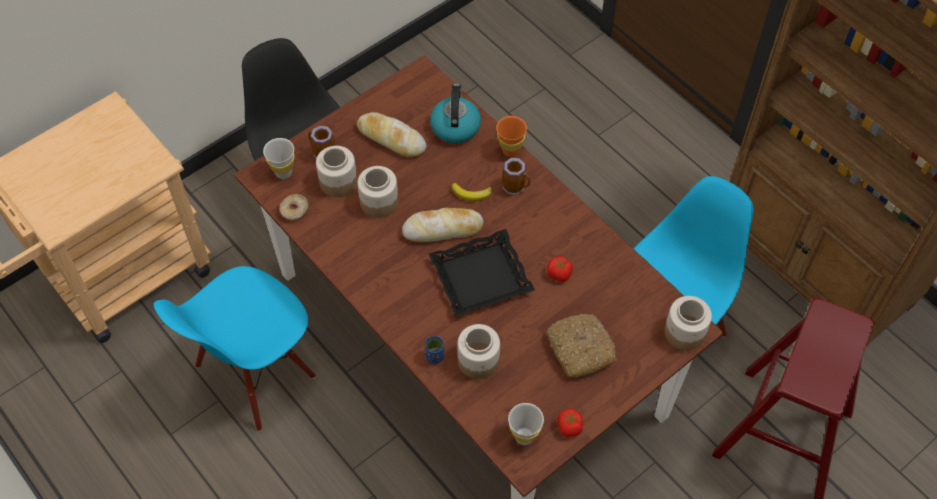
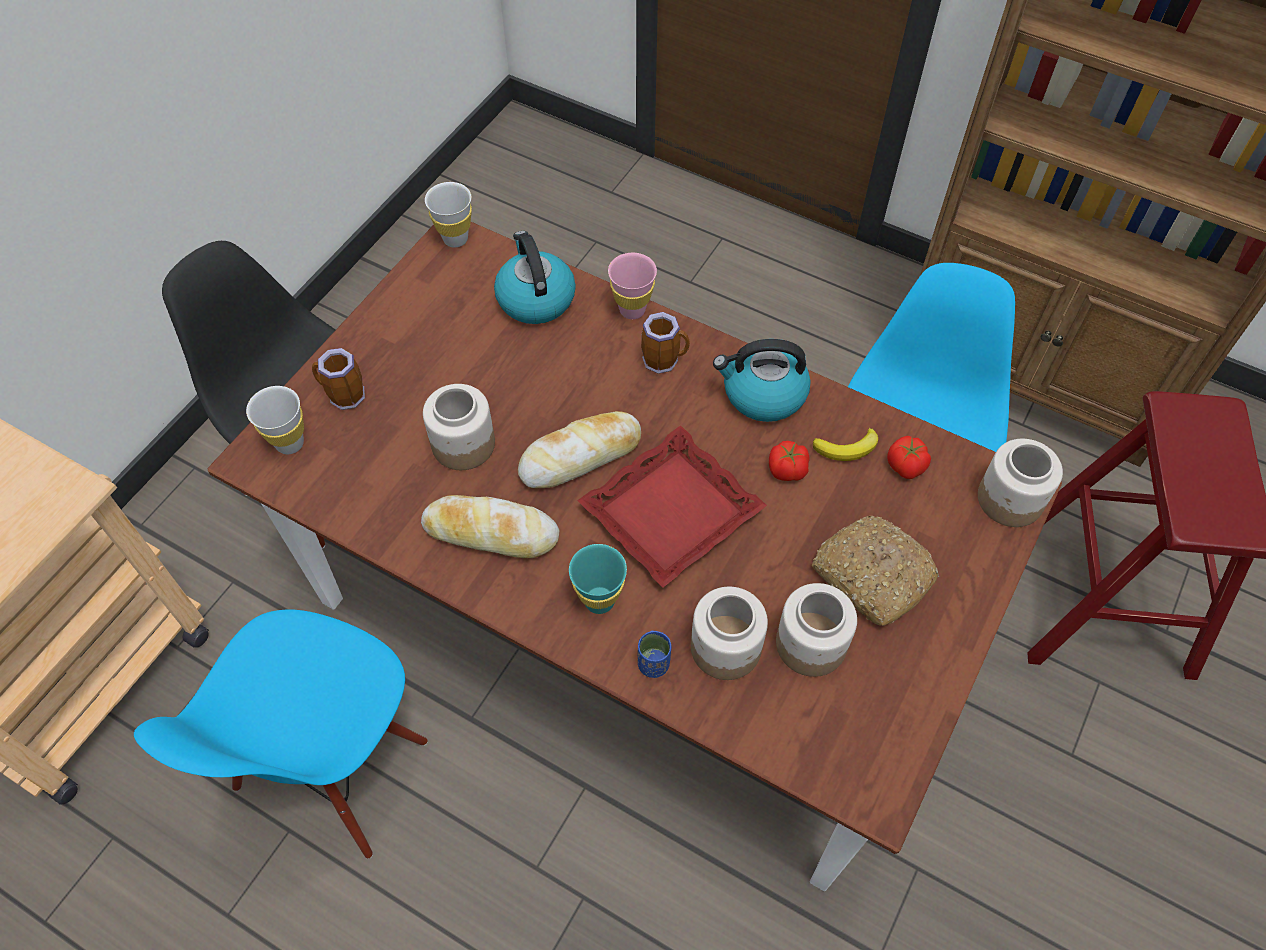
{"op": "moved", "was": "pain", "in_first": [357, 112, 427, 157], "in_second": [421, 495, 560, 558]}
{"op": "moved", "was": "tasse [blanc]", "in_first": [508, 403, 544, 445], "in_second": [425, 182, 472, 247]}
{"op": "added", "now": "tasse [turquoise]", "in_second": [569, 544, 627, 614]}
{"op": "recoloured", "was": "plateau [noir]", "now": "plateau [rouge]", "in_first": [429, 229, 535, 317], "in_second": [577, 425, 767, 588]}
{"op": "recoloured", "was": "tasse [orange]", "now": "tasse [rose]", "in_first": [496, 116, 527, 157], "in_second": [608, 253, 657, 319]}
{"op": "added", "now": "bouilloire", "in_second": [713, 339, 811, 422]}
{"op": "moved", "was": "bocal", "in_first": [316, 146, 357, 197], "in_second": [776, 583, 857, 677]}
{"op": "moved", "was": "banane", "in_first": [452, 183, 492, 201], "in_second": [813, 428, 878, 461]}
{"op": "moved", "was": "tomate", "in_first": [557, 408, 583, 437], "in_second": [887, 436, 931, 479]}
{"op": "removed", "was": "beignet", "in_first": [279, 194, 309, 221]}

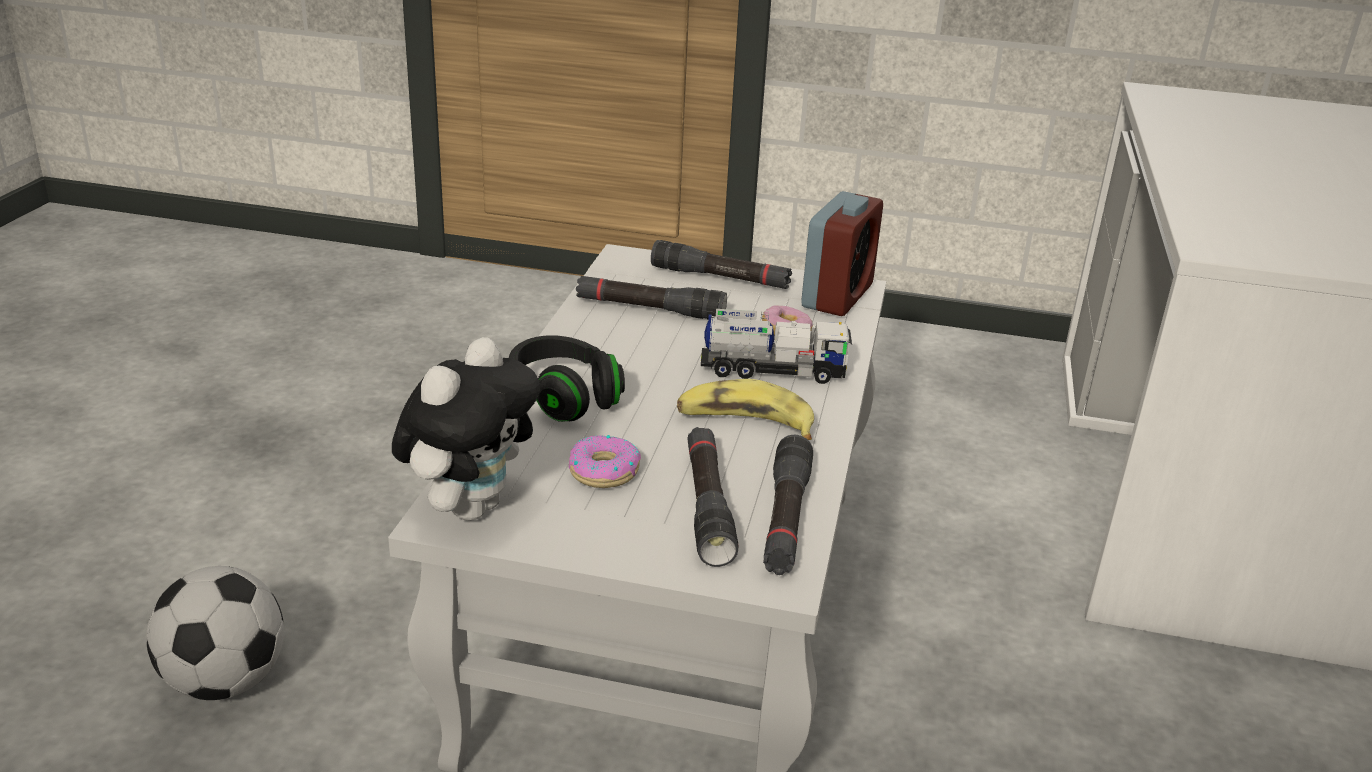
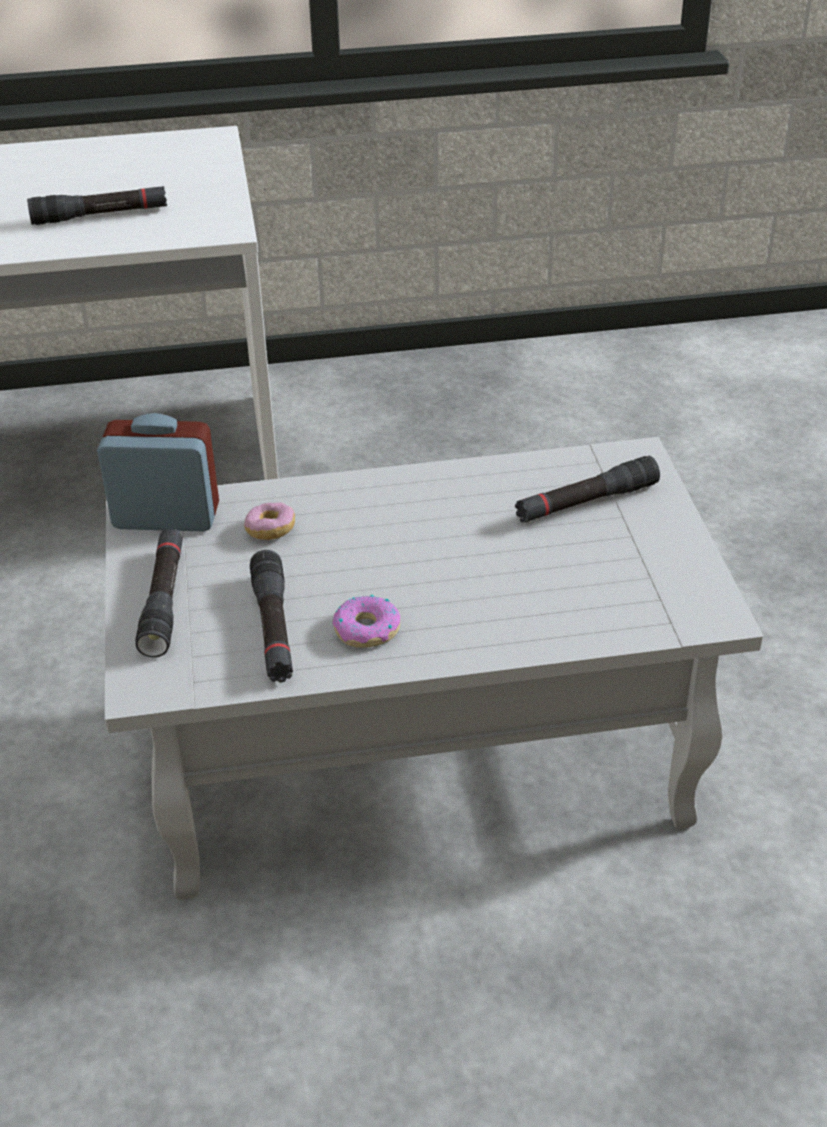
{"op": "moved", "was": "lampe de poche [noir]", "in_first": [763, 435, 813, 575], "in_second": [27, 186, 167, 225]}
{"op": "moved", "was": "beignet", "in_first": [569, 435, 641, 488], "in_second": [333, 595, 400, 648]}
{"op": "removed", "was": "ballon de foot", "in_first": [146, 566, 284, 700]}
{"op": "removed", "was": "peluche", "in_first": [392, 337, 540, 521]}
{"op": "removed", "was": "casque audio [noir]", "in_first": [509, 335, 625, 422]}
{"op": "removed", "was": "banane", "in_first": [677, 379, 814, 440]}
{"op": "removed", "was": "camion jouet", "in_first": [701, 309, 852, 384]}

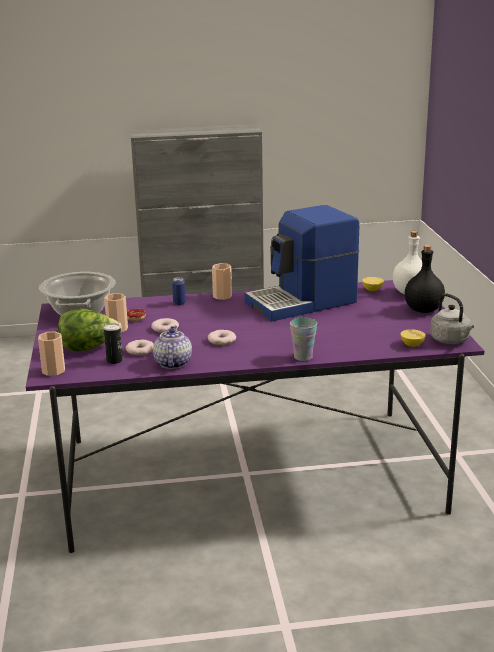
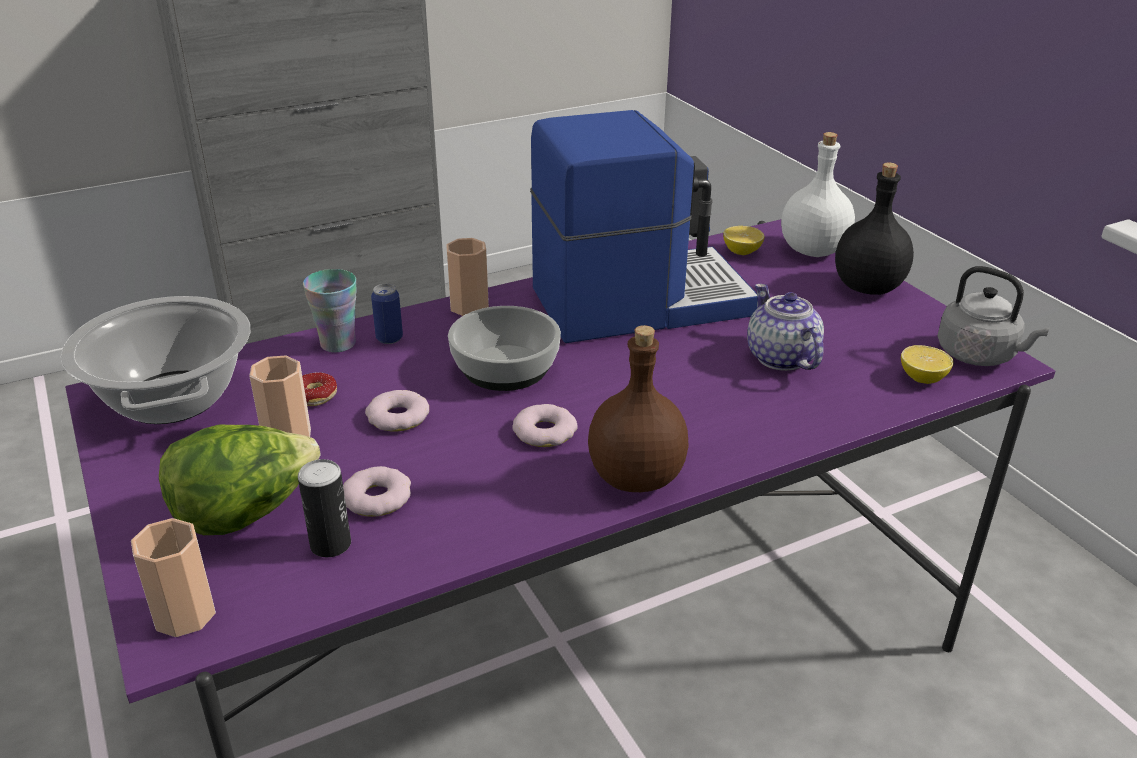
{"op": "moved", "was": "tasse", "in_first": [290, 317, 317, 361], "in_second": [303, 269, 357, 353]}
{"op": "added", "now": "bol", "in_second": [448, 306, 561, 391]}
{"op": "turned", "was": "machine à café", "in_first": [244, 205, 359, 321], "in_second": [530, 110, 758, 343], "clockwise": -150}
{"op": "added", "now": "bouteille [marron]", "in_second": [588, 325, 689, 492]}
{"op": "moved", "was": "théière", "in_first": [153, 325, 192, 369], "in_second": [747, 284, 824, 371]}

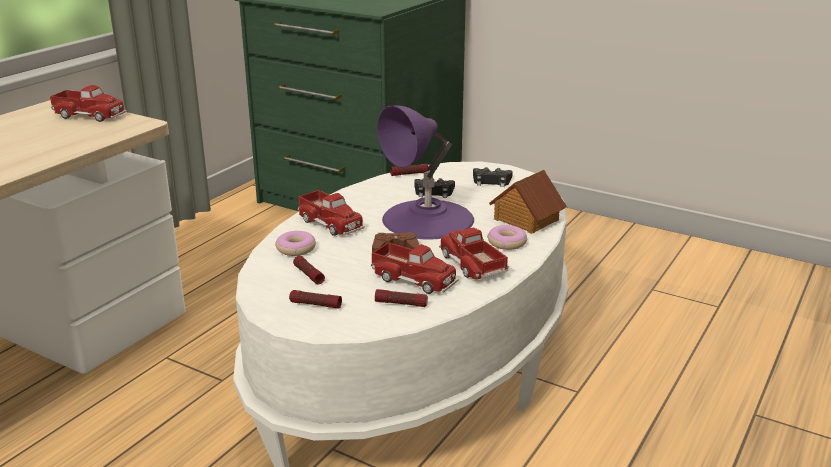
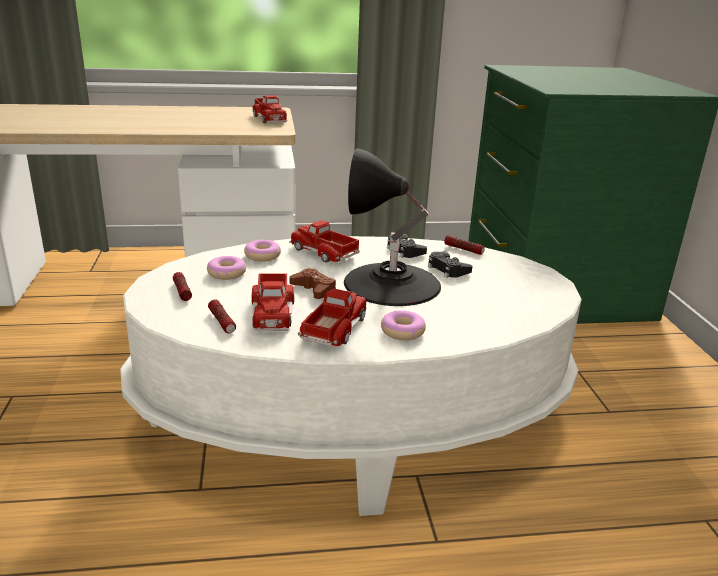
{"op": "replaced", "was": "lampe de poche", "now": "beignet", "in_first": [293, 256, 325, 284], "in_second": [207, 256, 246, 280]}
{"op": "turned", "was": "camion jouet", "in_first": [298, 190, 365, 236], "in_second": [289, 220, 360, 262], "clockwise": 120}
{"op": "recoloured", "was": "lampe de table [violet]", "now": "lampe de table [noir]", "in_first": [377, 105, 474, 240], "in_second": [344, 148, 441, 306]}
{"op": "moved", "was": "manette [noir]", "in_first": [473, 167, 513, 187], "in_second": [387, 234, 427, 258]}
{"op": "removed", "was": "maison miniature", "in_first": [489, 170, 567, 234]}

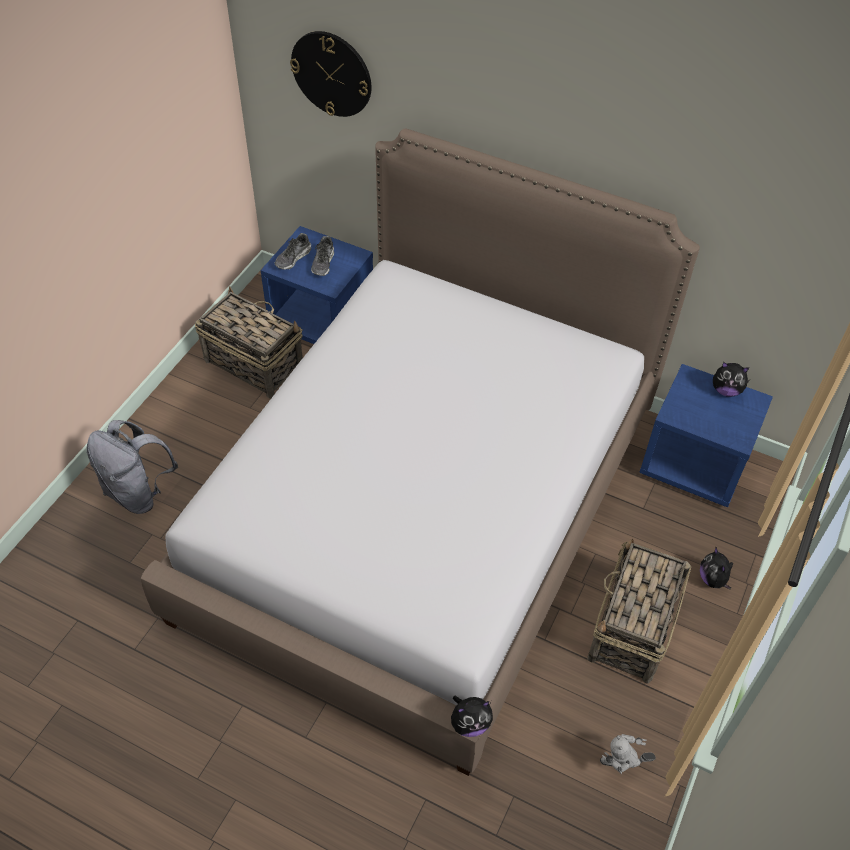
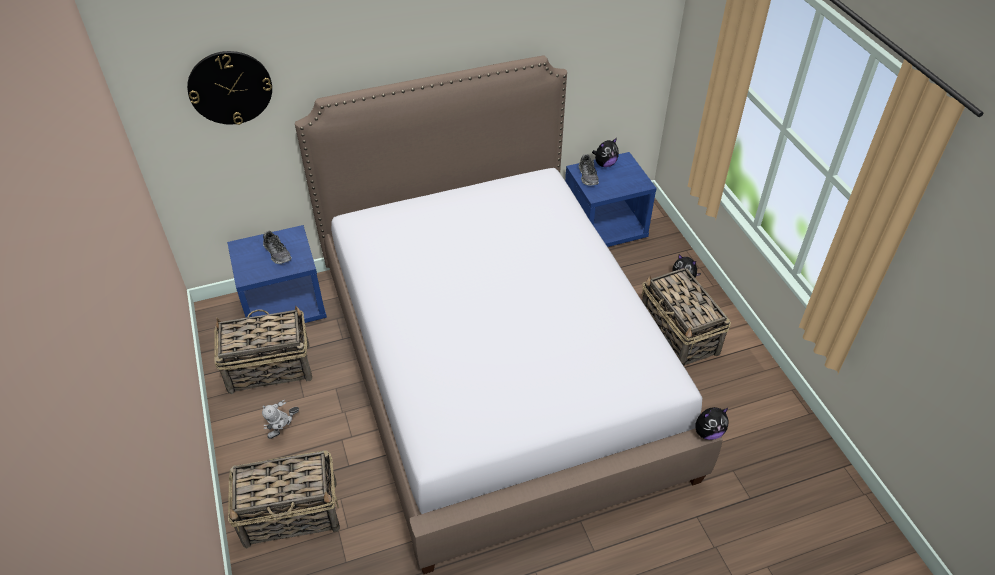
{"op": "replaced", "was": "sac à dos [gris]", "now": "panier", "in_first": [87, 420, 178, 514], "in_second": [228, 450, 340, 548]}
{"op": "moved", "was": "robot jouet", "in_first": [600, 734, 656, 774], "in_second": [262, 400, 299, 439]}
{"op": "moved", "was": "chaussure", "in_first": [275, 233, 311, 270], "in_second": [578, 154, 599, 186]}
{"op": "turned", "was": "peluche", "in_first": [451, 696, 493, 737], "in_second": [695, 407, 729, 440], "clockwise": 45}

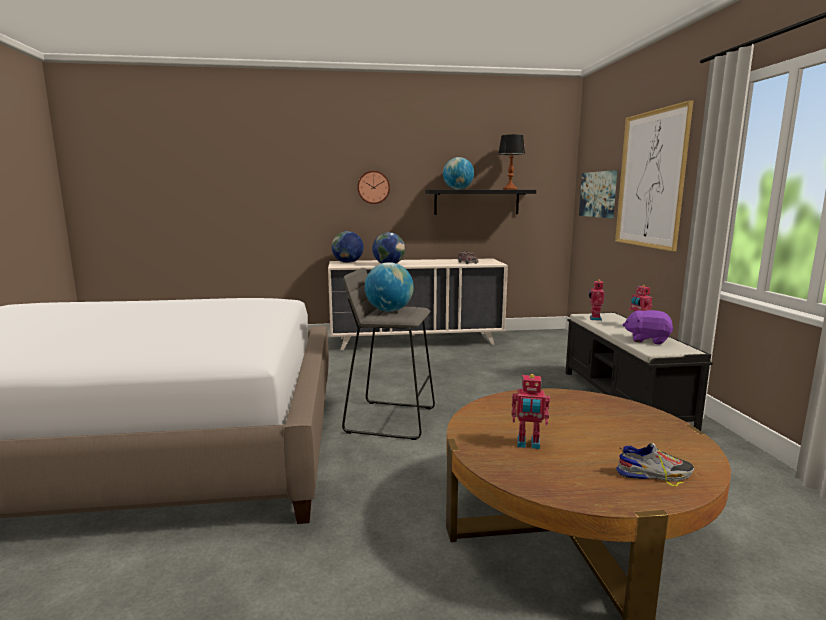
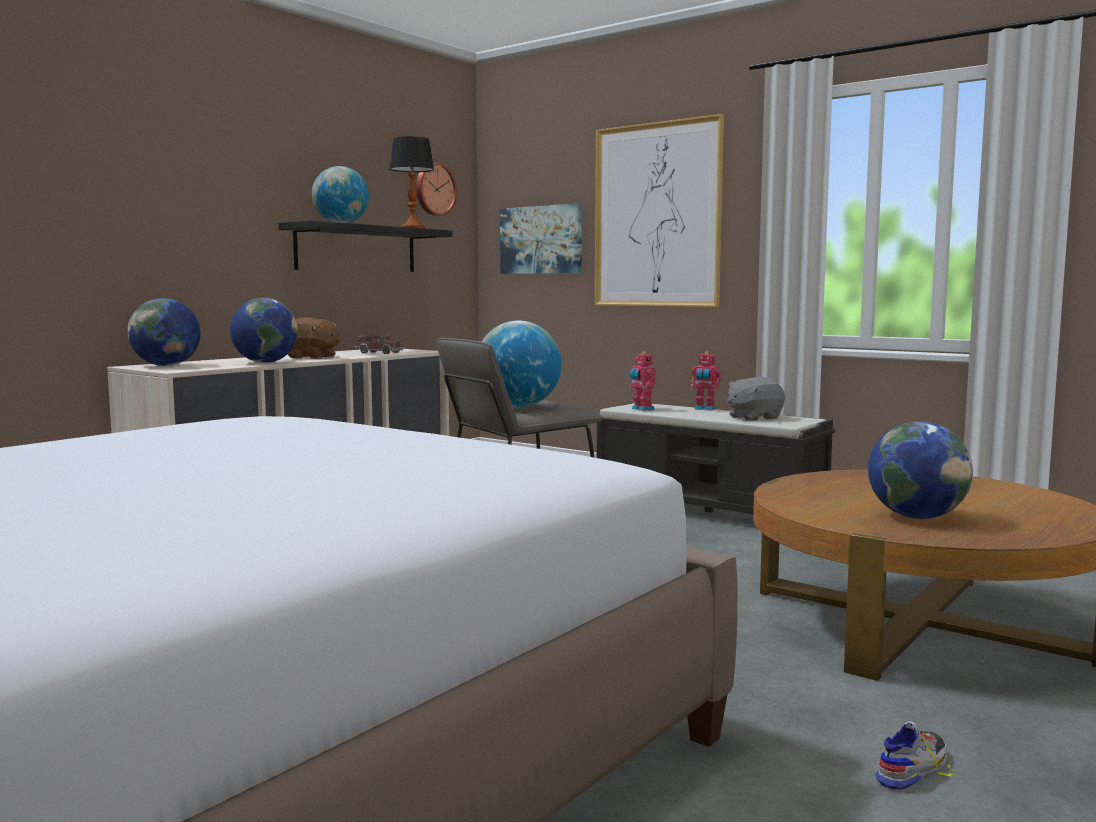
{"op": "added", "now": "peluche [marron]", "in_second": [288, 317, 340, 359]}
{"op": "moved", "was": "horloge murale", "in_first": [357, 171, 390, 204], "in_second": [416, 163, 457, 216]}
{"op": "recoloured", "was": "peluche [violet]", "now": "peluche [gris]", "in_first": [623, 310, 673, 345], "in_second": [727, 377, 785, 421]}
{"op": "replaced", "was": "robot jouet", "now": "globe", "in_first": [511, 374, 550, 449], "in_second": [868, 421, 973, 519]}
{"op": "moved", "was": "chaussure", "in_first": [616, 443, 694, 486], "in_second": [875, 721, 954, 790]}

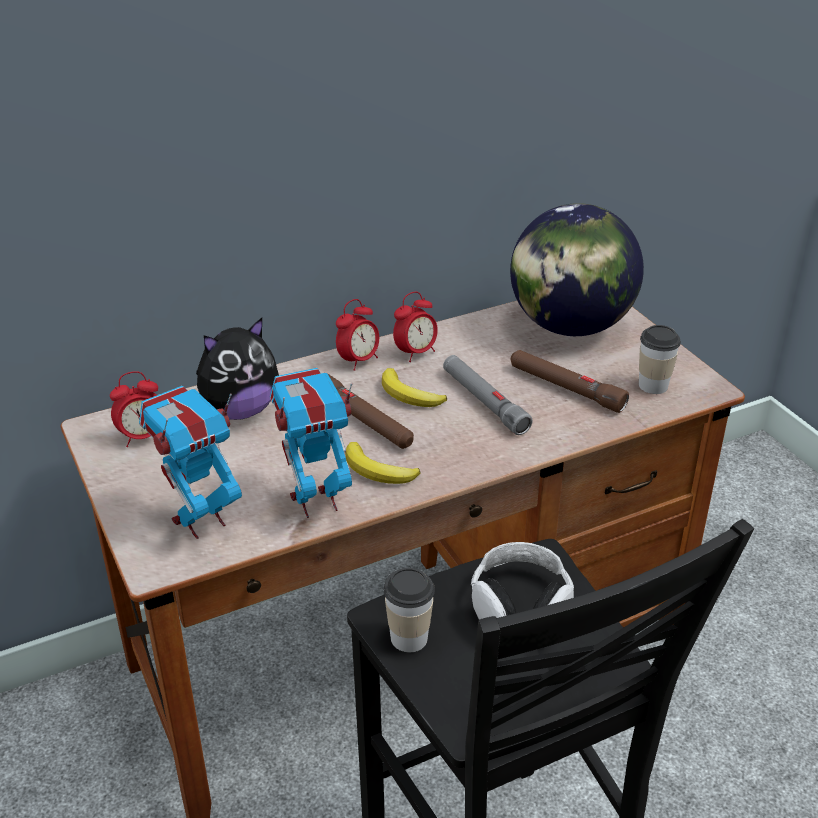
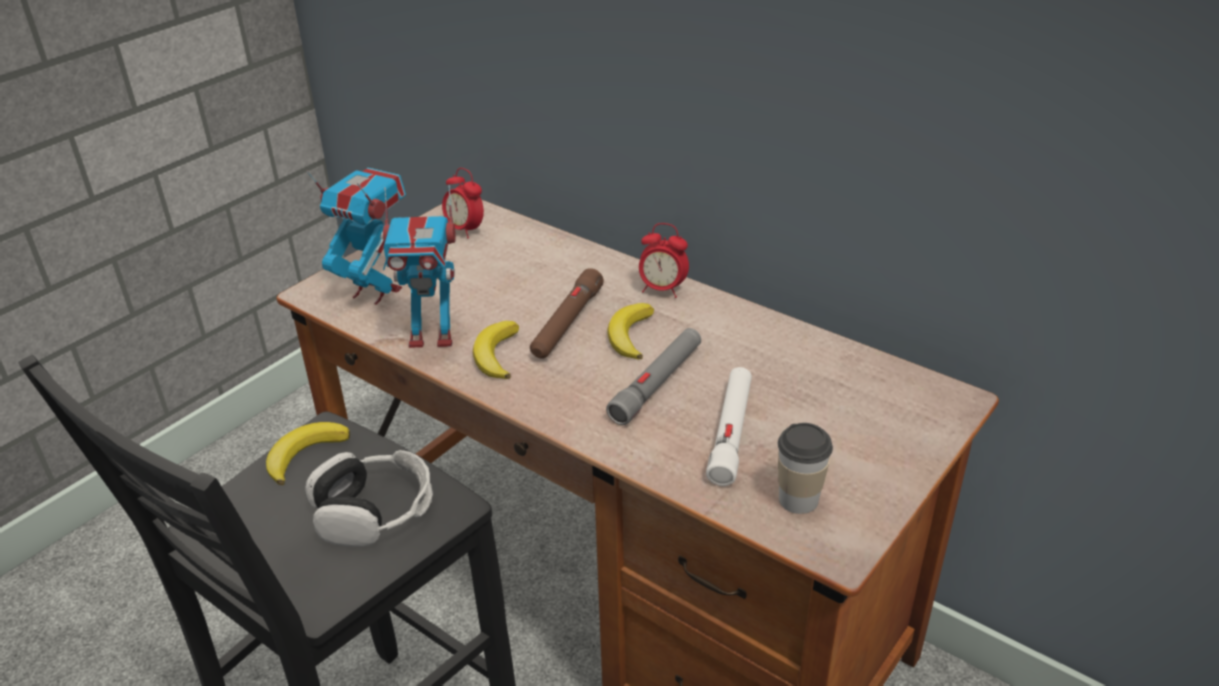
{"op": "replaced", "was": "tasse", "now": "banane", "in_first": [384, 568, 435, 652], "in_second": [266, 422, 350, 485]}
{"op": "turned", "was": "robot jouet", "in_first": [270, 368, 352, 518], "in_second": [383, 185, 456, 348], "clockwise": 135}
{"op": "recoloured", "was": "lampe de poche [marron]", "now": "lampe de poche [blanc]", "in_first": [511, 350, 629, 413], "in_second": [706, 367, 752, 486]}
{"op": "removed", "was": "peluche", "in_first": [196, 318, 279, 420]}
{"op": "removed", "was": "réveil", "in_first": [393, 291, 438, 362]}
{"op": "removed", "was": "globe", "in_first": [510, 203, 644, 336]}

